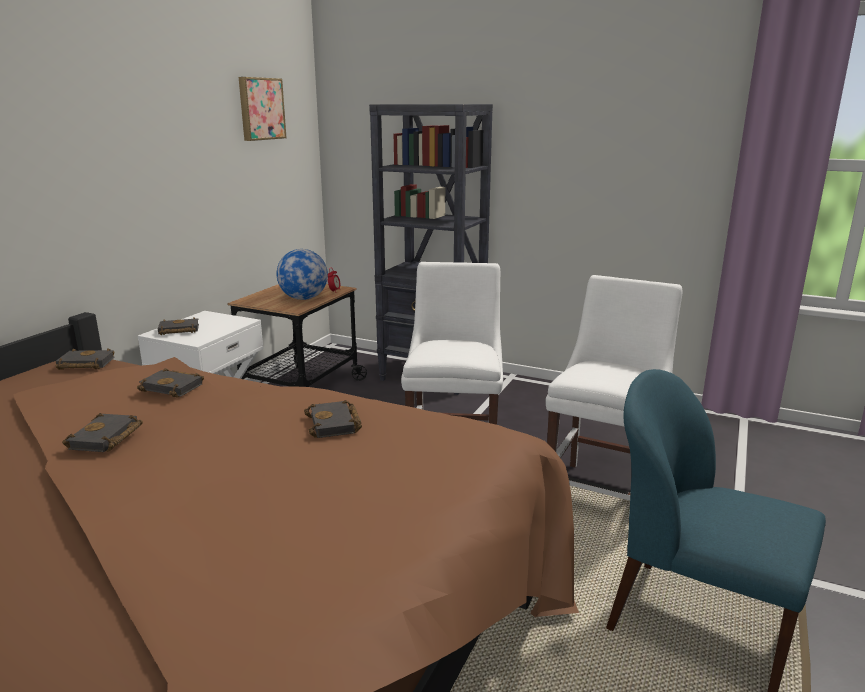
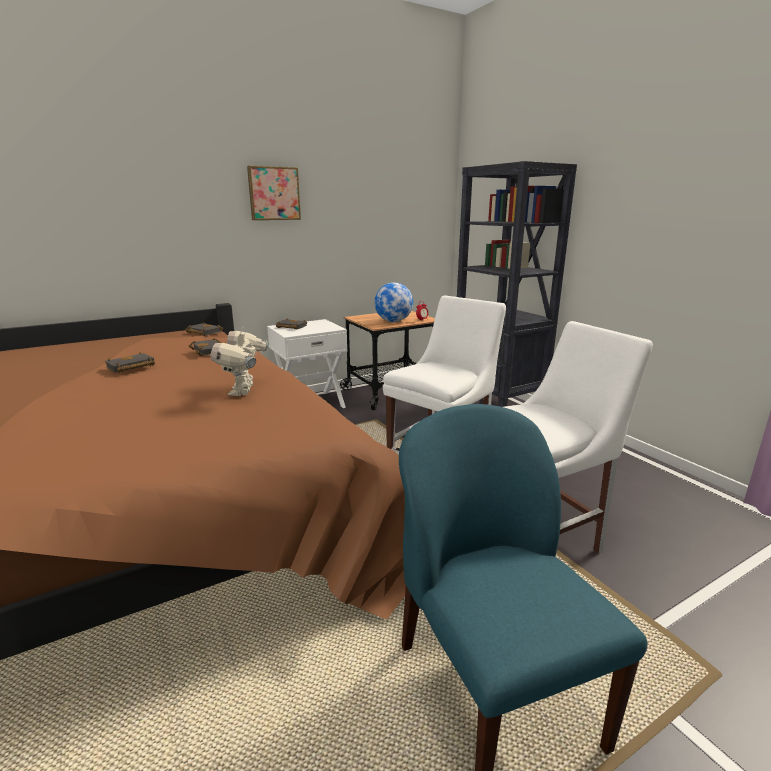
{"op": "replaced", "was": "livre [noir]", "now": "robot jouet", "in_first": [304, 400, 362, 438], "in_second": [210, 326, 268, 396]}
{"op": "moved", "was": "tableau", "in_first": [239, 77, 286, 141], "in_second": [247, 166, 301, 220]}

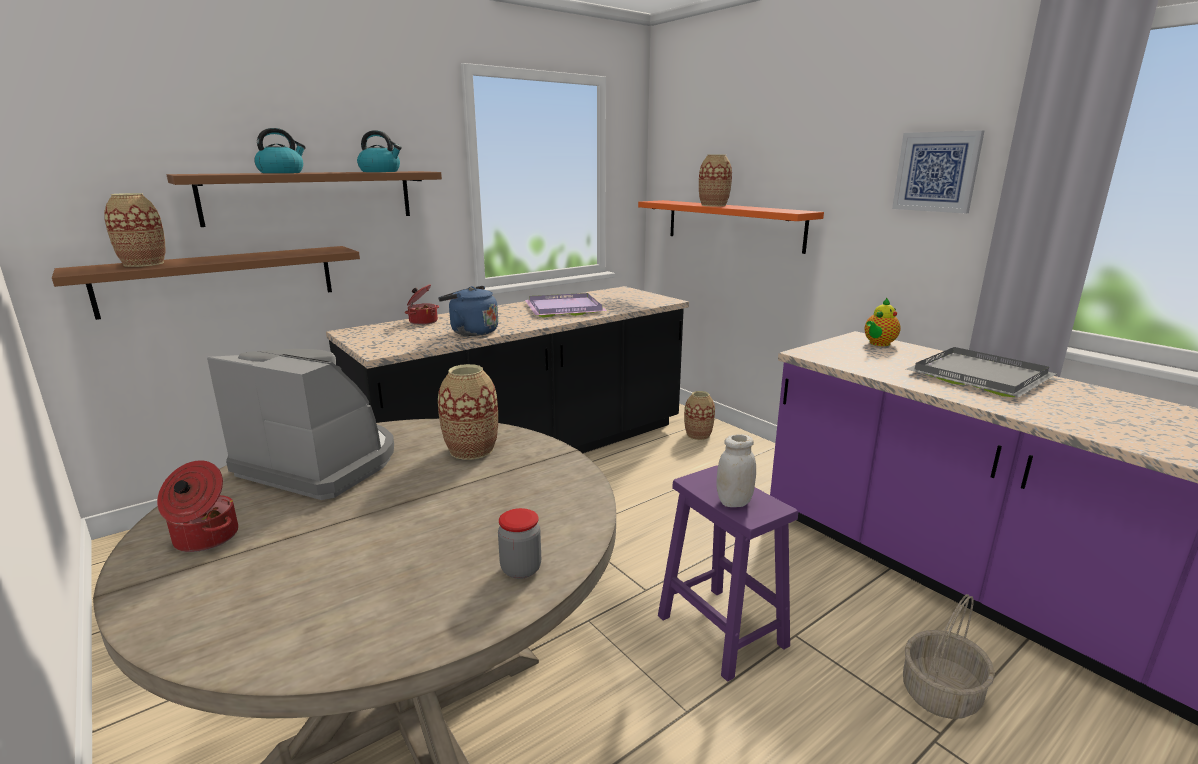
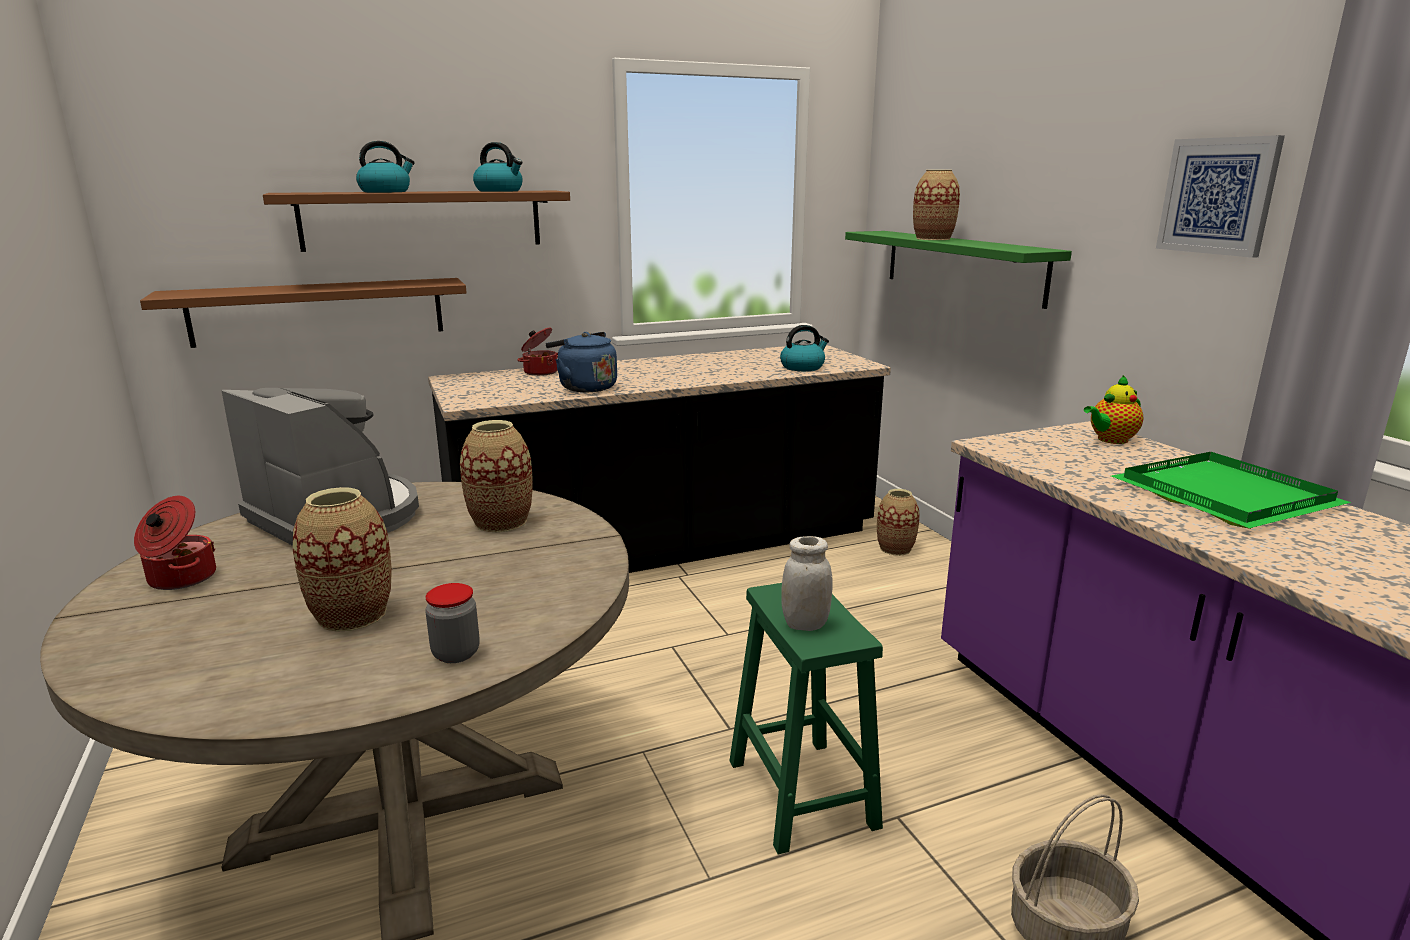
{"op": "moved", "was": "vase", "in_first": [104, 193, 166, 267], "in_second": [293, 487, 392, 632]}
{"op": "recoloured", "was": "tabouret [violet]", "now": "tabouret [vert]", "in_first": [658, 465, 798, 682], "in_second": [729, 583, 883, 855]}
{"op": "added", "now": "bouilloire", "in_second": [780, 325, 829, 371]}
{"op": "recoloured", "was": "étagère [orange]", "now": "étagère [vert]", "in_first": [638, 200, 824, 254], "in_second": [845, 231, 1072, 309]}
{"op": "recoloured", "was": "plateau [gris]", "now": "plateau [vert]", "in_first": [906, 347, 1056, 397], "in_second": [1111, 452, 1352, 529]}
{"op": "removed", "was": "plateau [violet]", "in_first": [525, 293, 607, 318]}

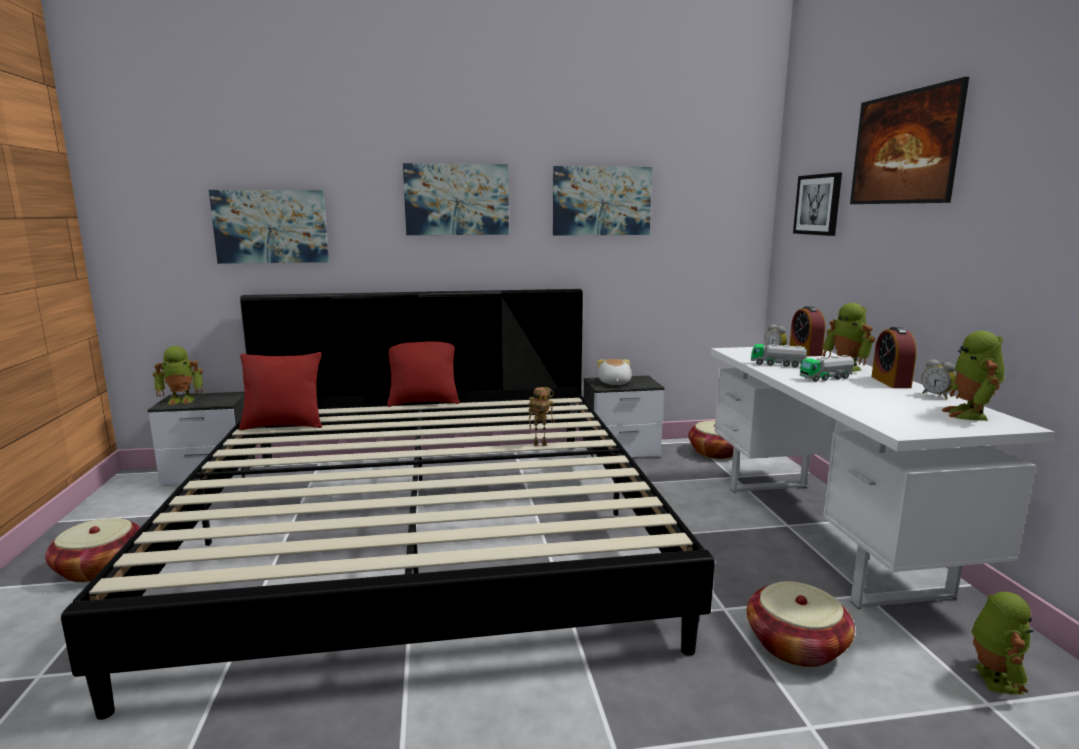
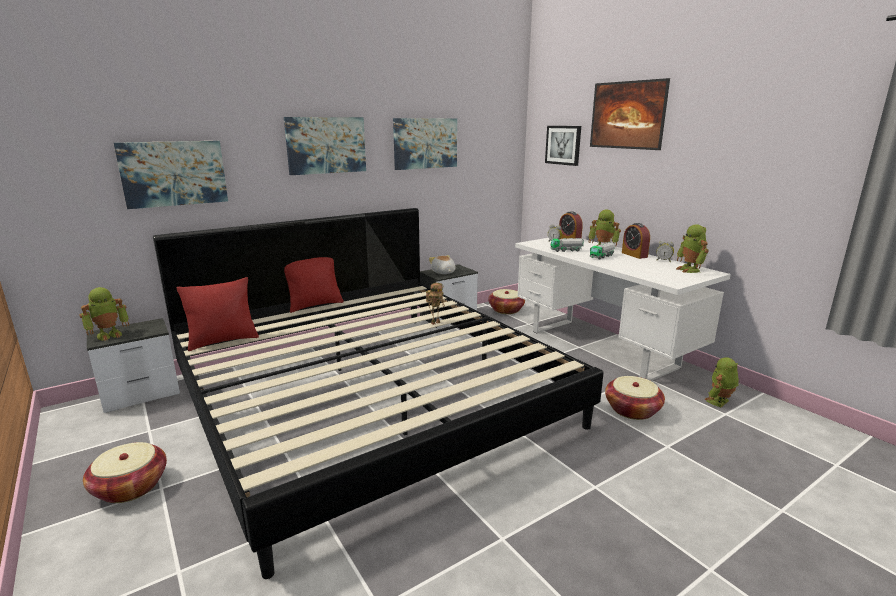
{"op": "turned", "was": "robot jouet", "in_first": [971, 592, 1034, 695], "in_second": [704, 357, 739, 407], "clockwise": -120}

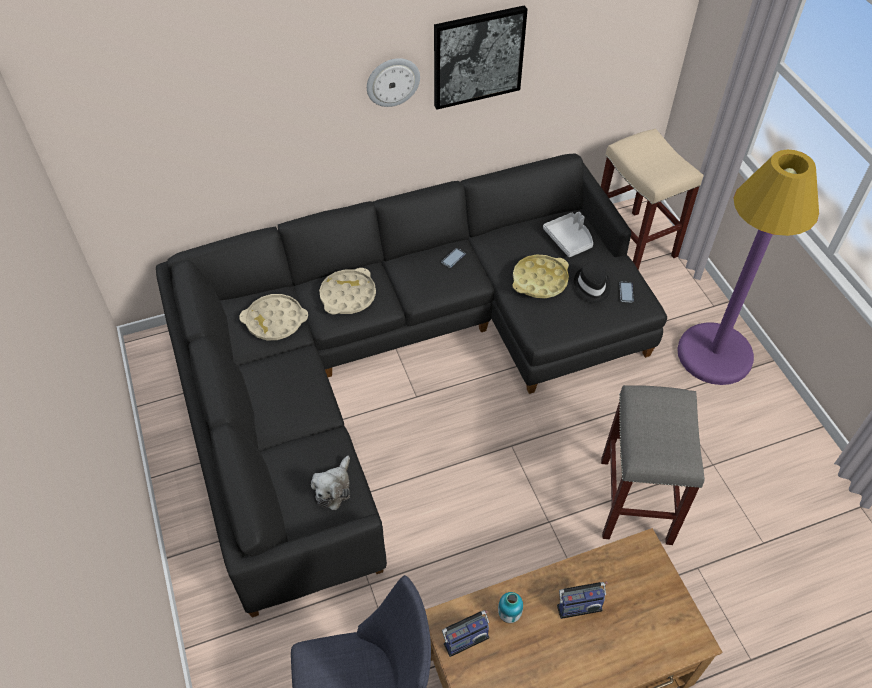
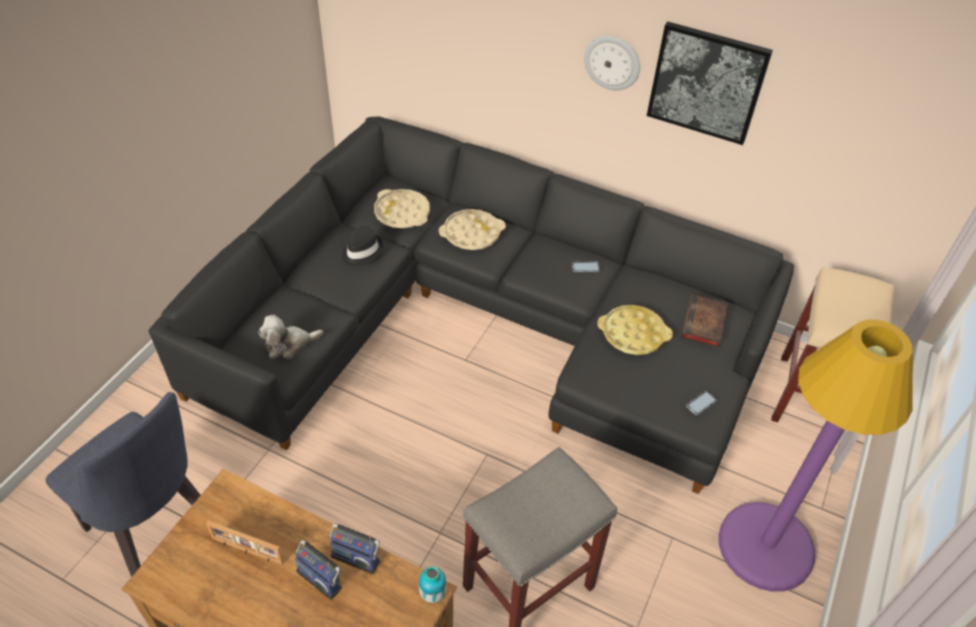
{"op": "added", "now": "cadre photo", "in_second": [206, 521, 284, 565]}
{"op": "moved", "was": "radio", "in_first": [442, 610, 489, 657], "in_second": [329, 523, 380, 574]}
{"op": "moved", "was": "chapeau [noir]", "in_first": [574, 262, 611, 303], "in_second": [342, 226, 383, 266]}
{"op": "moved", "was": "vase", "in_first": [498, 592, 523, 624], "in_second": [419, 566, 446, 604]}
{"op": "replaced", "was": "plateau [gris]", "now": "livre", "in_first": [543, 212, 593, 257], "in_second": [682, 294, 728, 348]}

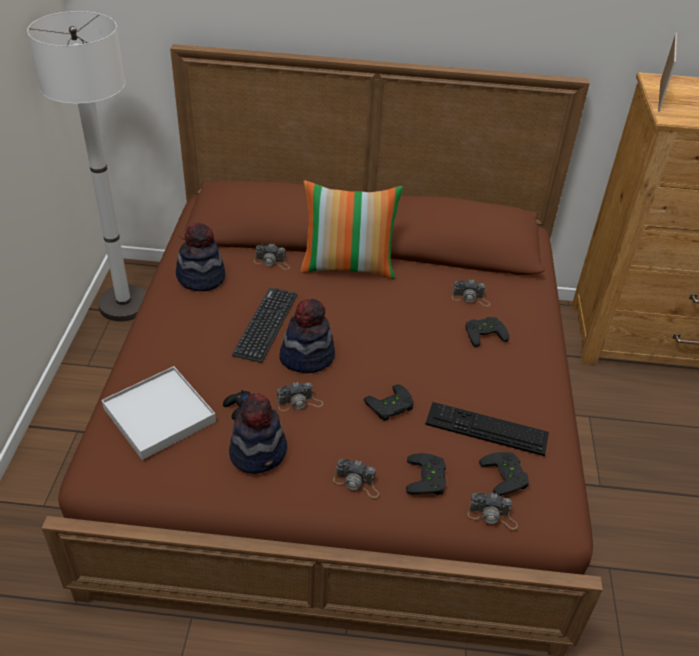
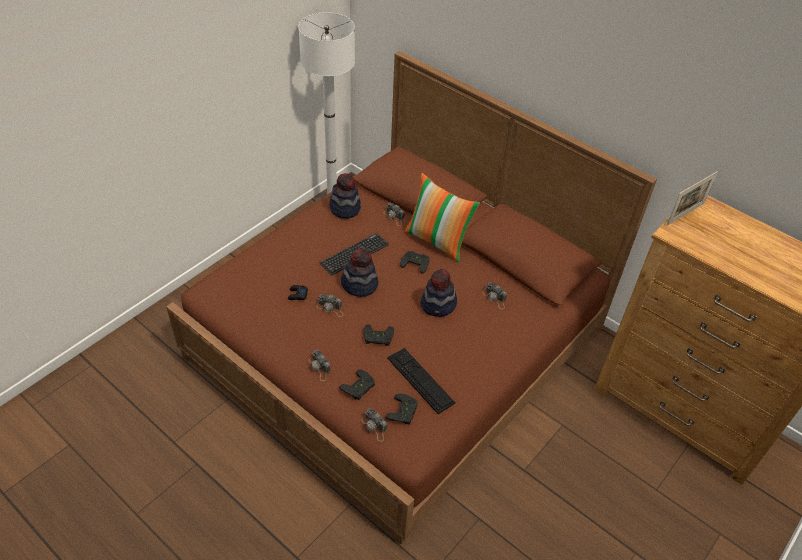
{"op": "moved", "was": "manette [noir]", "in_first": [466, 317, 509, 347], "in_second": [400, 251, 429, 274]}
{"op": "moved", "was": "chapeau", "in_first": [229, 393, 287, 474], "in_second": [420, 269, 457, 317]}
{"op": "removed", "was": "plateau [blanc]", "in_first": [102, 366, 216, 460]}

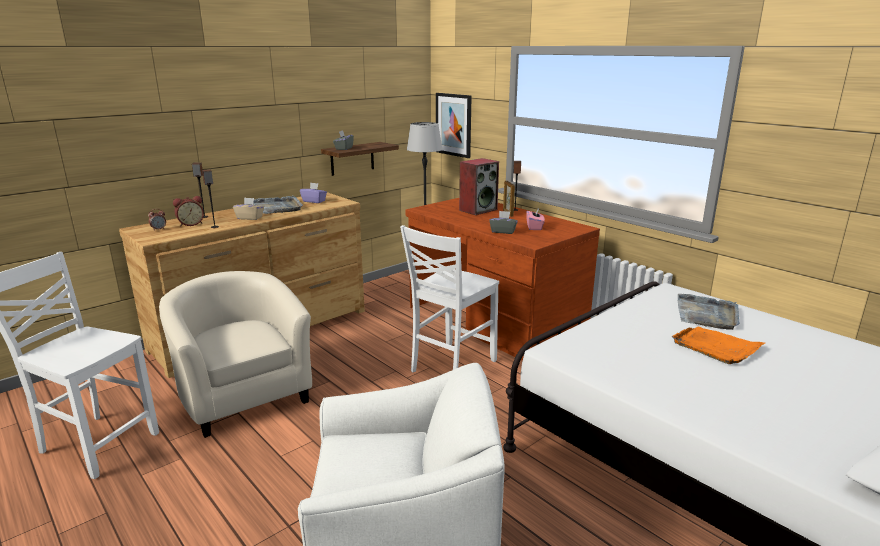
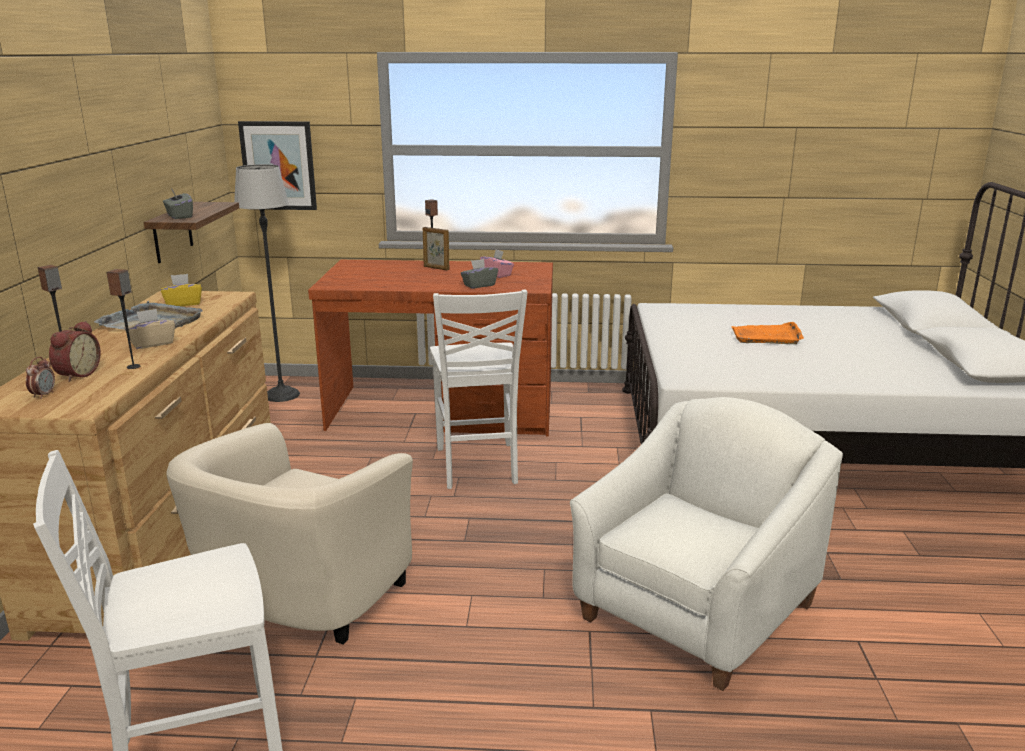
{"op": "recoloured", "was": "boîte à mouchoirs [violet]", "now": "boîte à mouchoirs [jaune]", "in_first": [300, 182, 327, 203], "in_second": [161, 274, 202, 306]}
{"op": "turned", "was": "fauteuil [beige]", "in_first": [159, 271, 312, 438], "in_second": [166, 423, 413, 645], "clockwise": -75}
{"op": "removed", "was": "enceinte", "in_first": [459, 158, 499, 215]}
{"op": "removed", "was": "plateau [gris]", "in_first": [678, 294, 740, 330]}

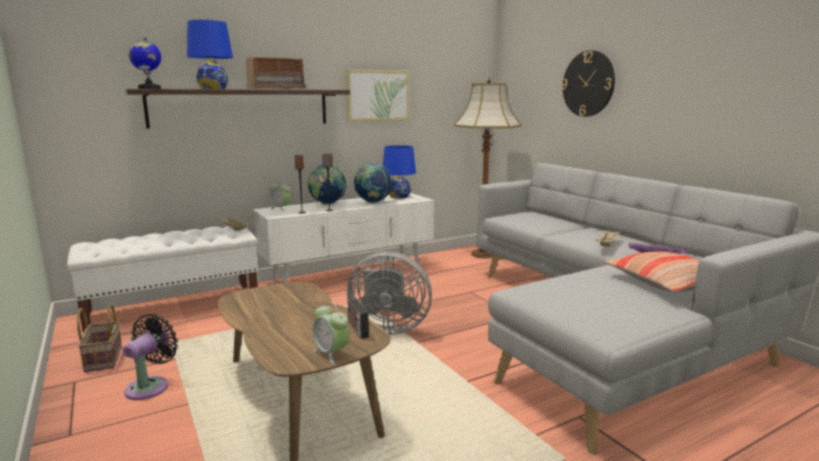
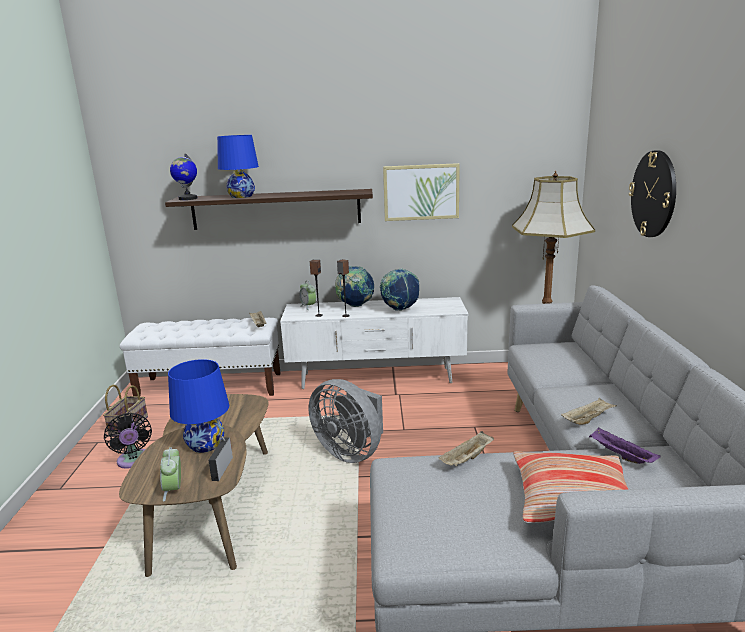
{"op": "turned", "was": "ventilateur [noir]", "in_first": [123, 314, 178, 400], "in_second": [104, 413, 152, 469], "clockwise": 105}
{"op": "moved", "was": "lampe de table [bleu]", "in_first": [383, 145, 416, 198], "in_second": [168, 359, 229, 453]}
{"op": "added", "now": "plateau [beige]", "in_second": [438, 431, 494, 466]}
{"op": "removed", "was": "radio", "in_first": [246, 57, 306, 89]}

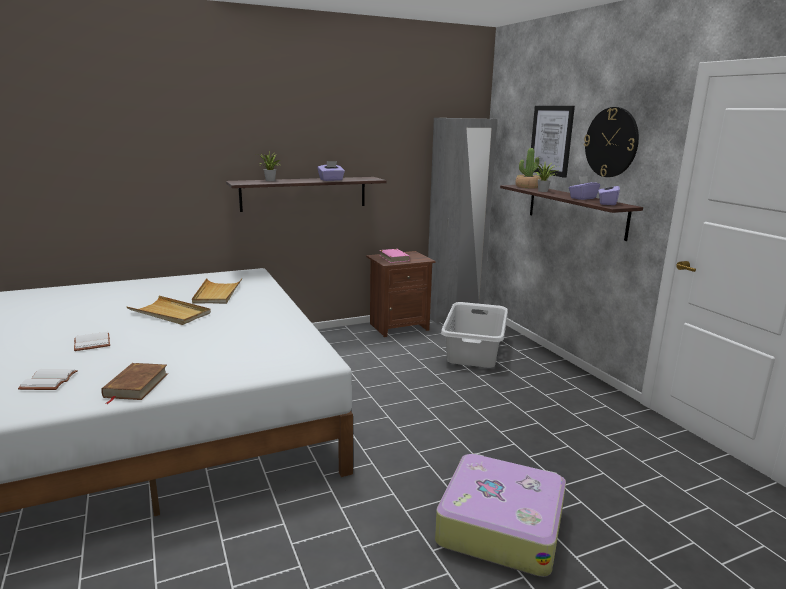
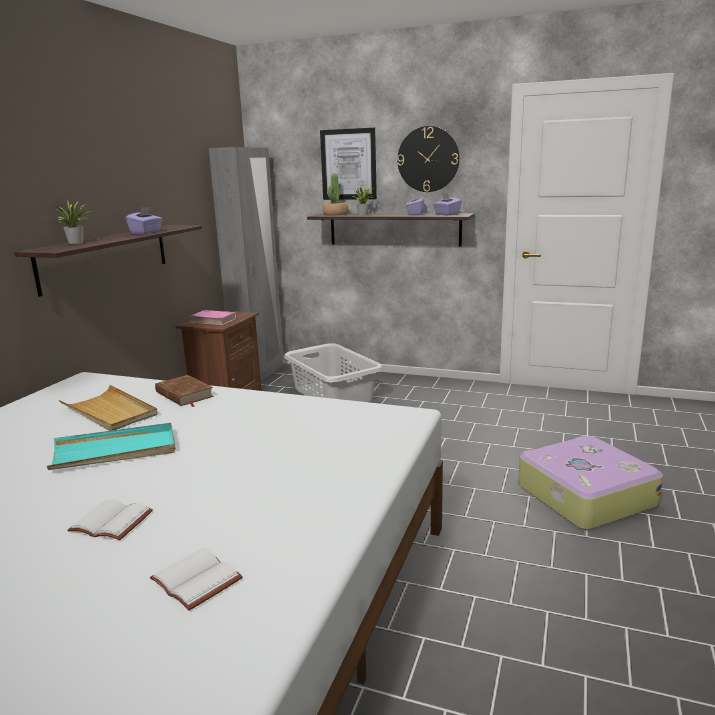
{"op": "recoloured", "was": "plateau [beige]", "now": "plateau [turquoise]", "in_first": [127, 296, 211, 325], "in_second": [47, 423, 176, 470]}
{"op": "moved", "was": "livre [marron]", "in_first": [101, 363, 168, 404], "in_second": [155, 375, 214, 407]}

